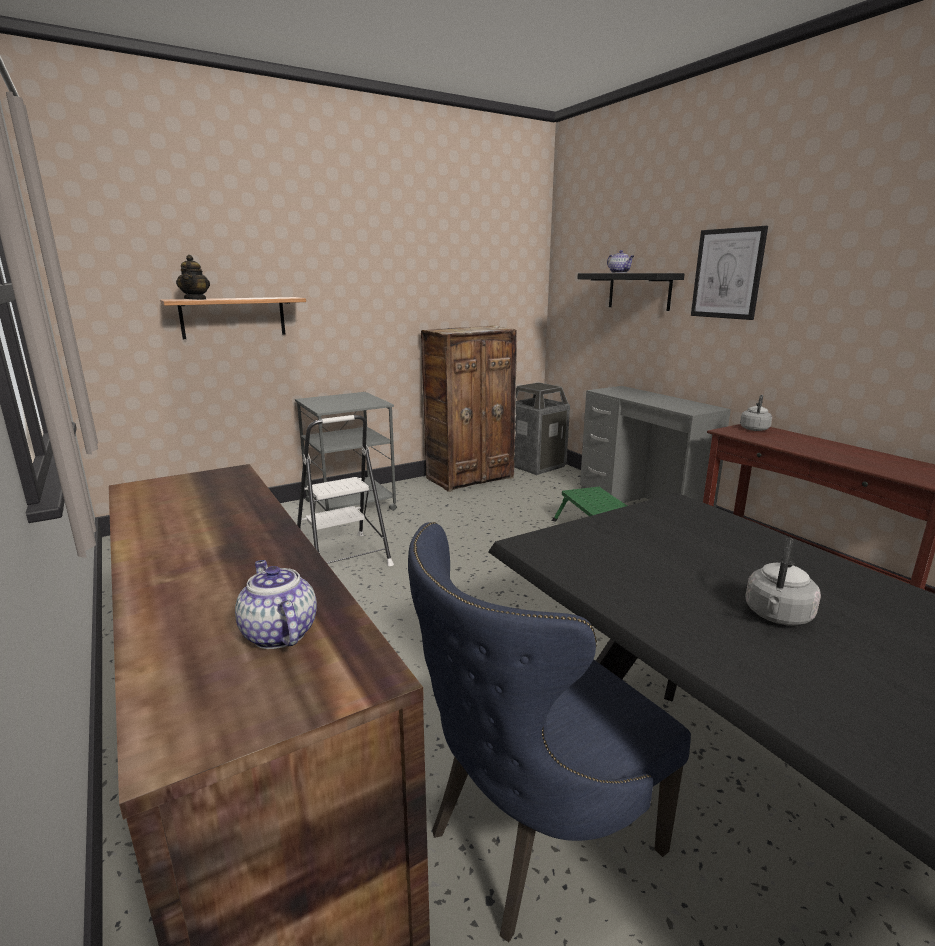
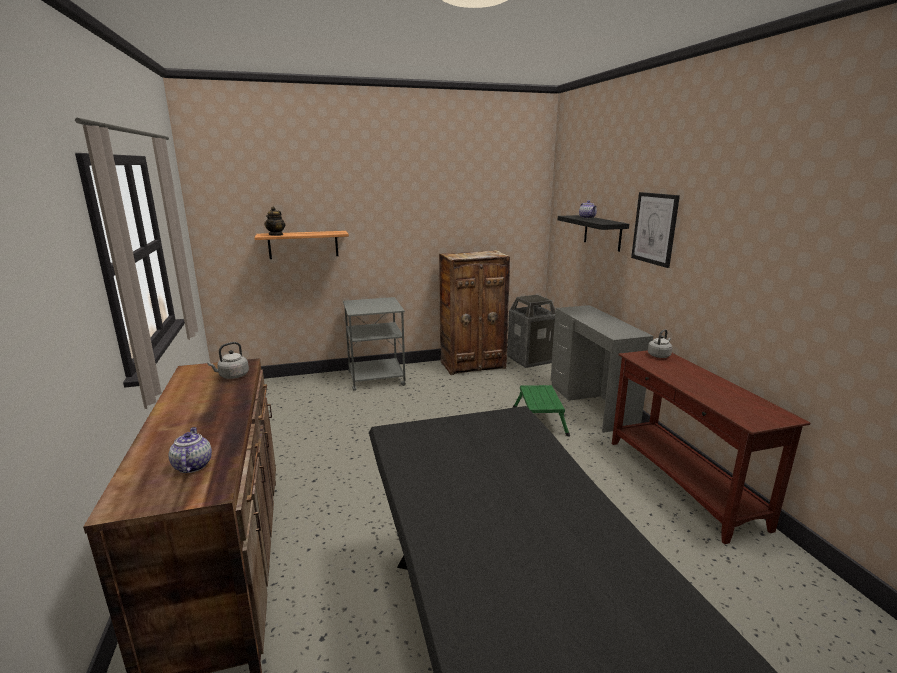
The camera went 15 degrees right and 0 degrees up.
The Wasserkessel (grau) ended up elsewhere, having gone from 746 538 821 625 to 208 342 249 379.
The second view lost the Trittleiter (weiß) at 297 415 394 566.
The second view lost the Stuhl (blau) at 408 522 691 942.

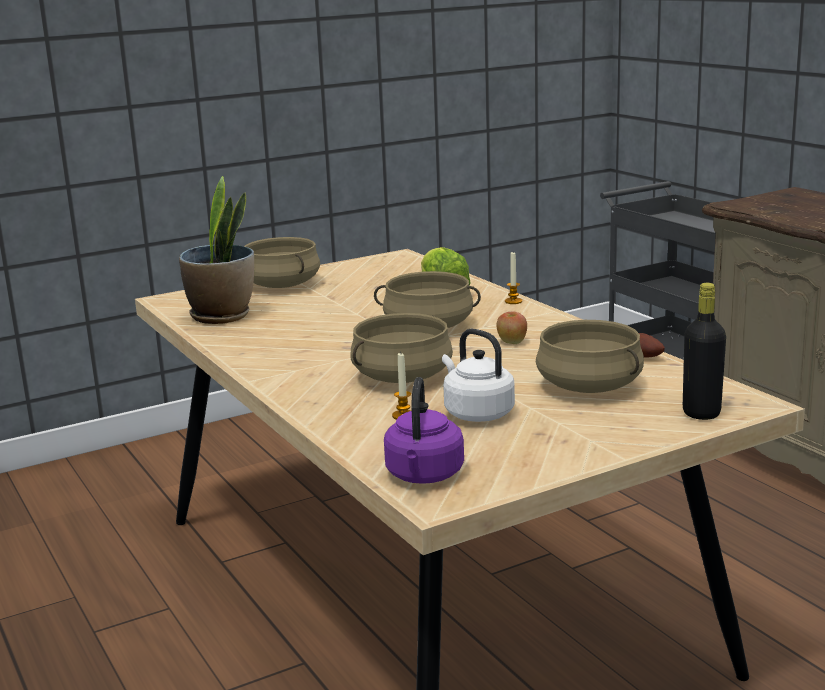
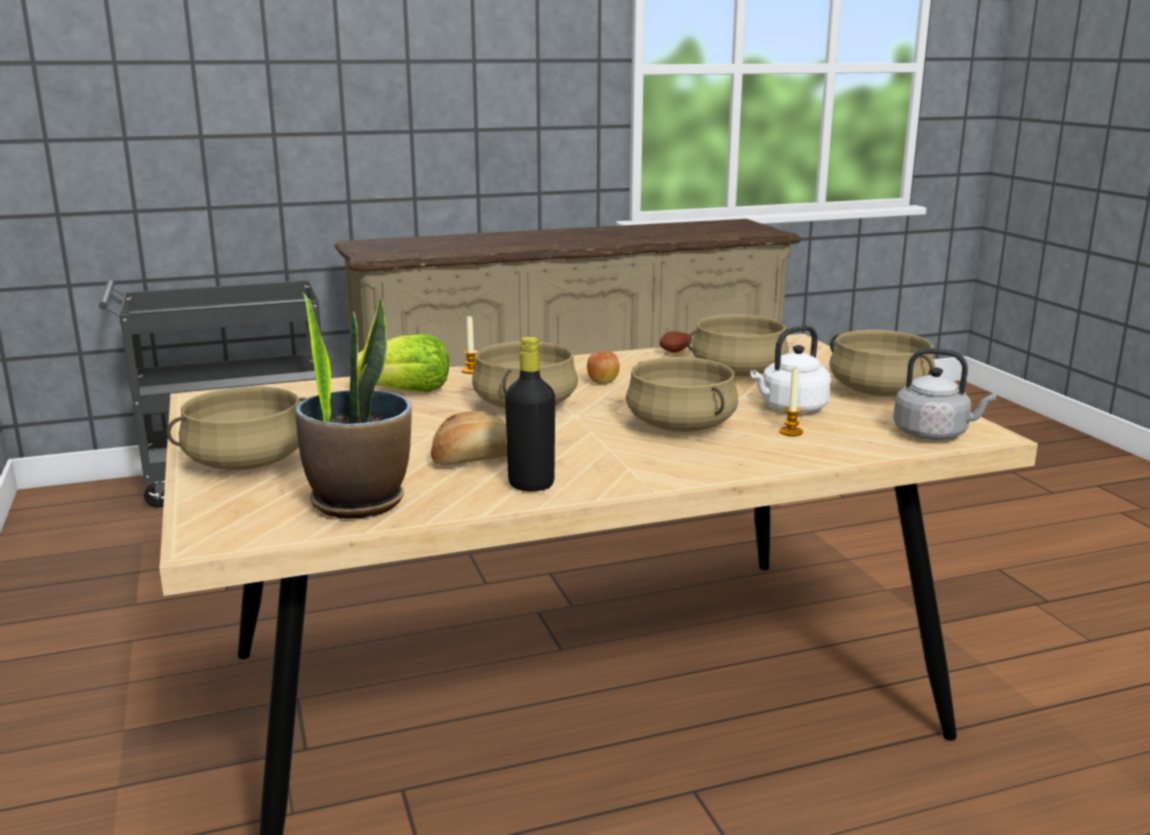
The camera went 80 degrees left and 0 degrees up.
The second view gained the Brot at 431 411 507 466.
The Flasche (schwarz) ended up elsewhere, having gone from 683 283 726 420 to 505 337 555 491.
The second view gained the Kochtopf (beige) at 829 330 935 396.
What was the Wasserkessel (lila) at 384 377 464 484 turned into the Wasserkessel (grau) at 893 348 996 440.

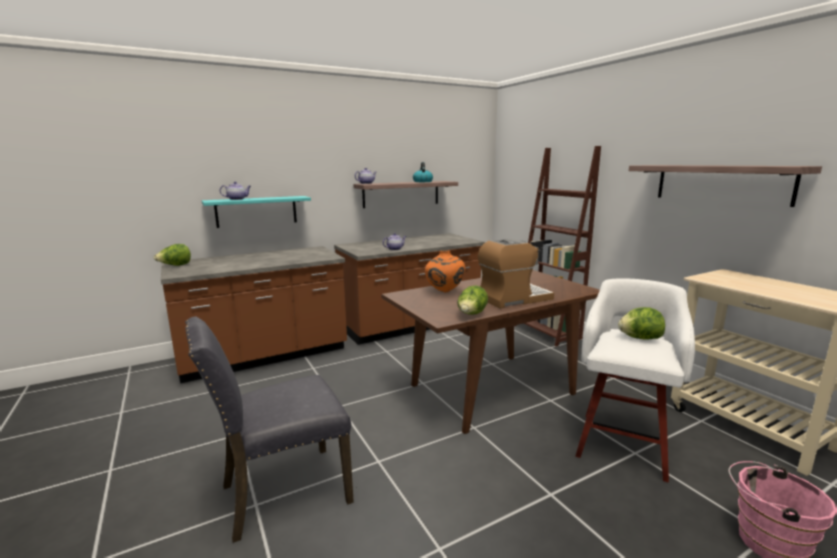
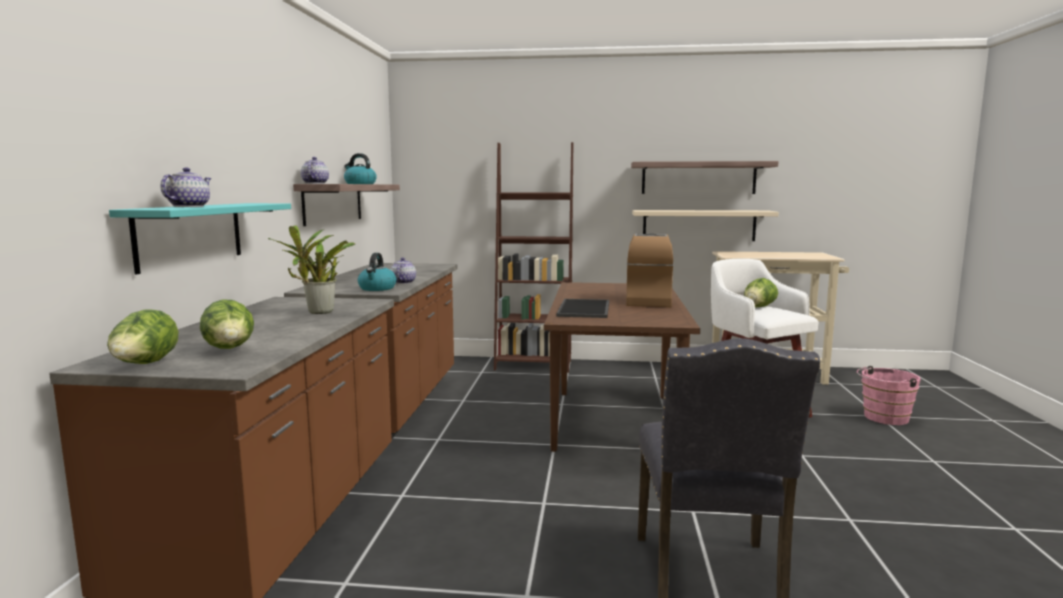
The camera went 55 degrees left and 5 degrees down.
The Salatkopf ended up elsewhere, having gone from 457 286 488 315 to 200 299 254 349.
The second view gained the Topfpflanze at 268 225 355 314.
The second view gained the Wasserkessel at 358 253 397 291.
Where the Vase (orange) stood at 425 250 465 293, the Tablett came to stand at 556 299 609 318.
The second view gained the Wandregal (beige) at 632 210 779 241.

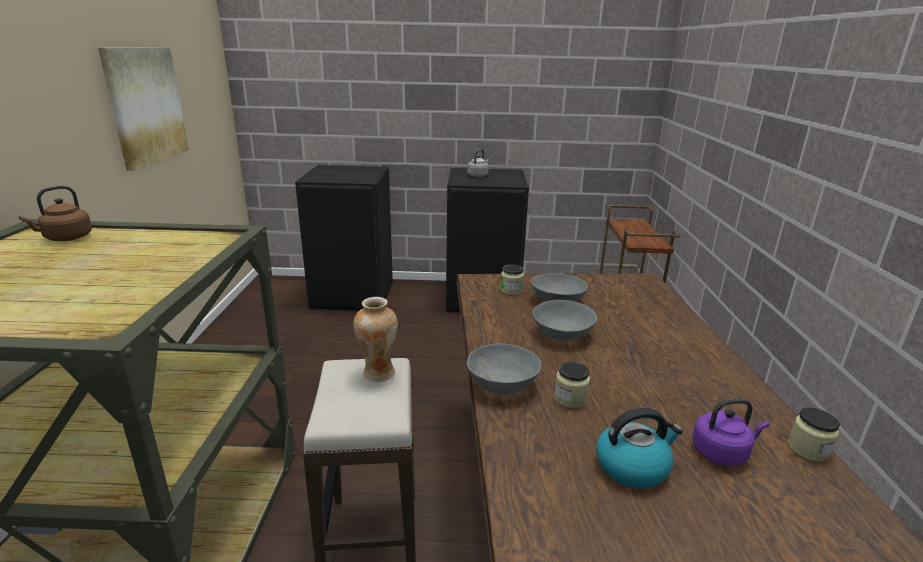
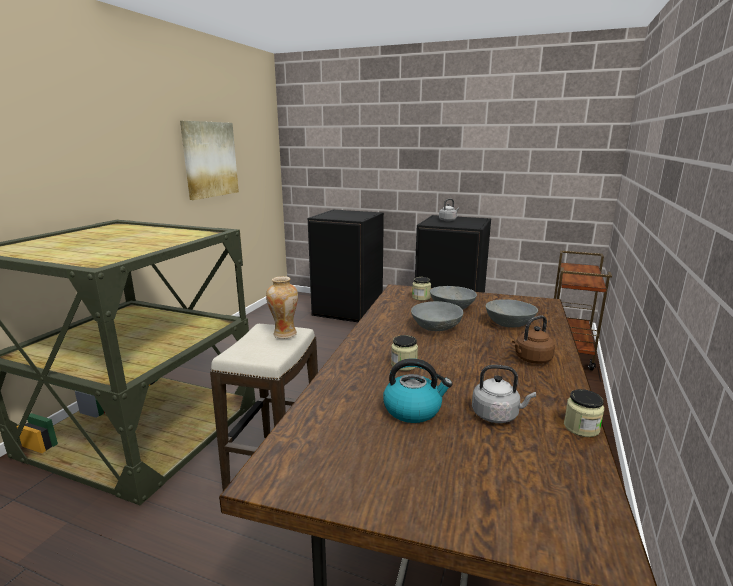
The camera went 20 degrees right and 5 degrees down.
What was the Wasserkessel (lila) at 692 398 770 466 turned into the Wasserkessel (grau) at 472 365 536 423.
The Schüssel (grau) ended up elsewhere, having gone from 467 343 541 394 to 486 299 538 328.
The Wasserkessel (braun) ended up elsewhere, having gone from 19 185 92 241 to 512 316 555 364.

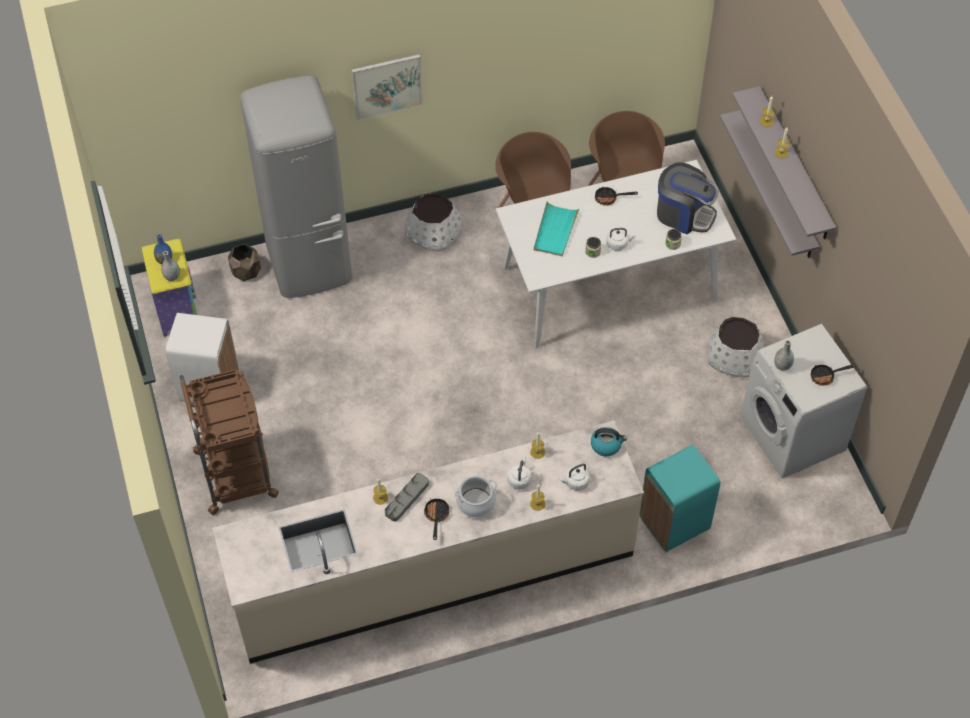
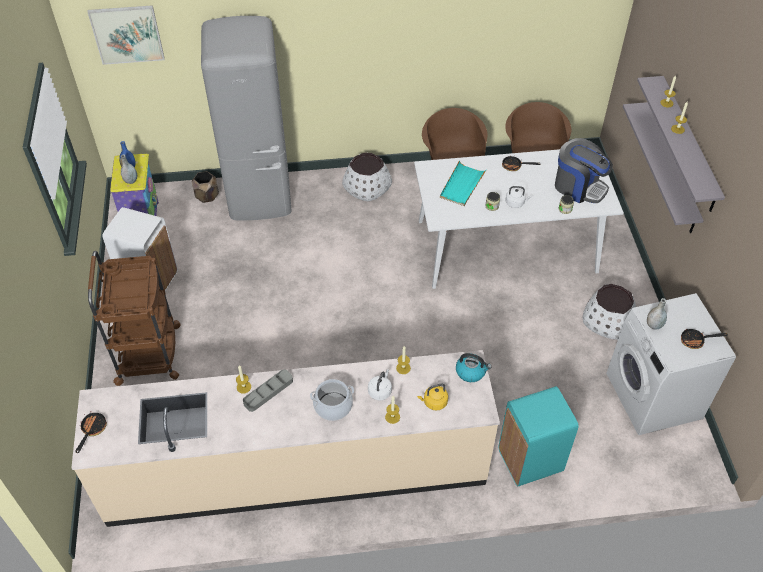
The camera went 10 degrees right and 5 degrees down.
The Pfanne ended up elsewhere, having gone from 424 498 450 540 to 75 413 107 453.
The Bild ended up elsewhere, having gone from 352 54 423 120 to 87 5 165 65.
What was the Wasserkessel (weiß) at 560 463 590 491 turned into the Wasserkessel (gelb) at 417 384 448 410.

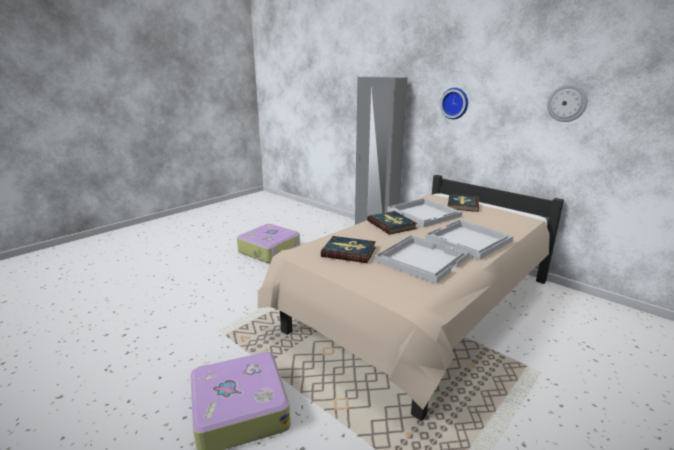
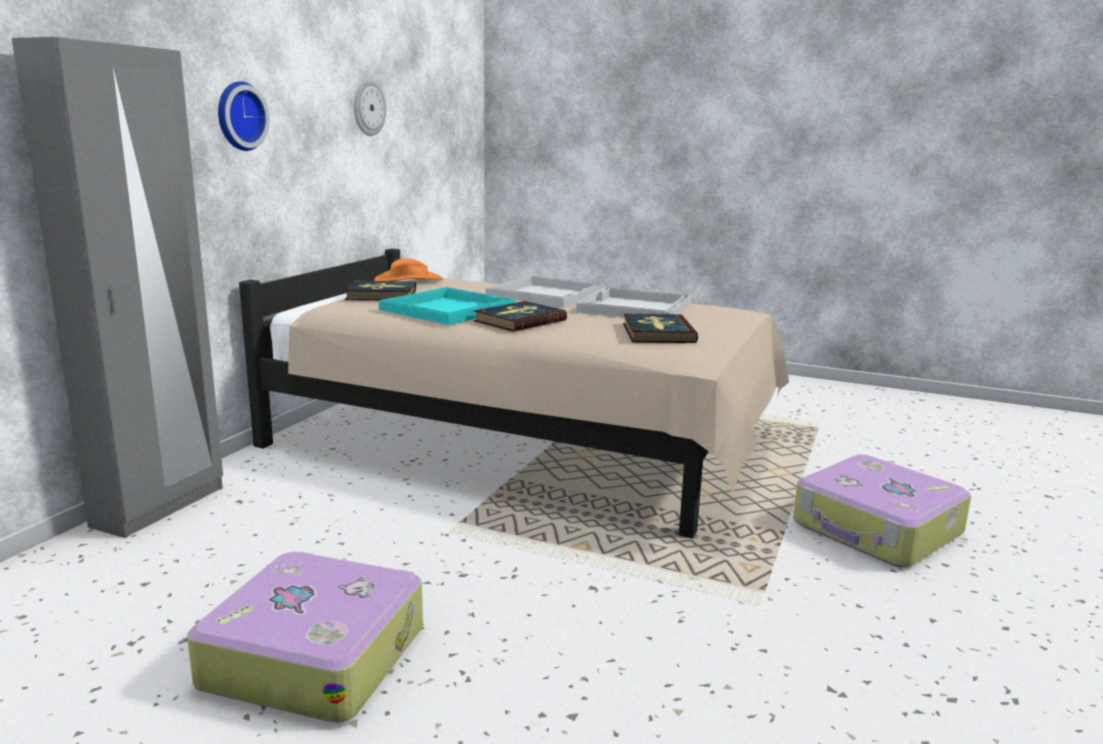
The camera went 110 degrees left and 5 degrees down.
The second view gained the Hut (orange) at 374 258 443 281.
What was the Tablett (weiß) at 387 198 462 227 turned into the Tablett (türkis) at 379 287 515 325.

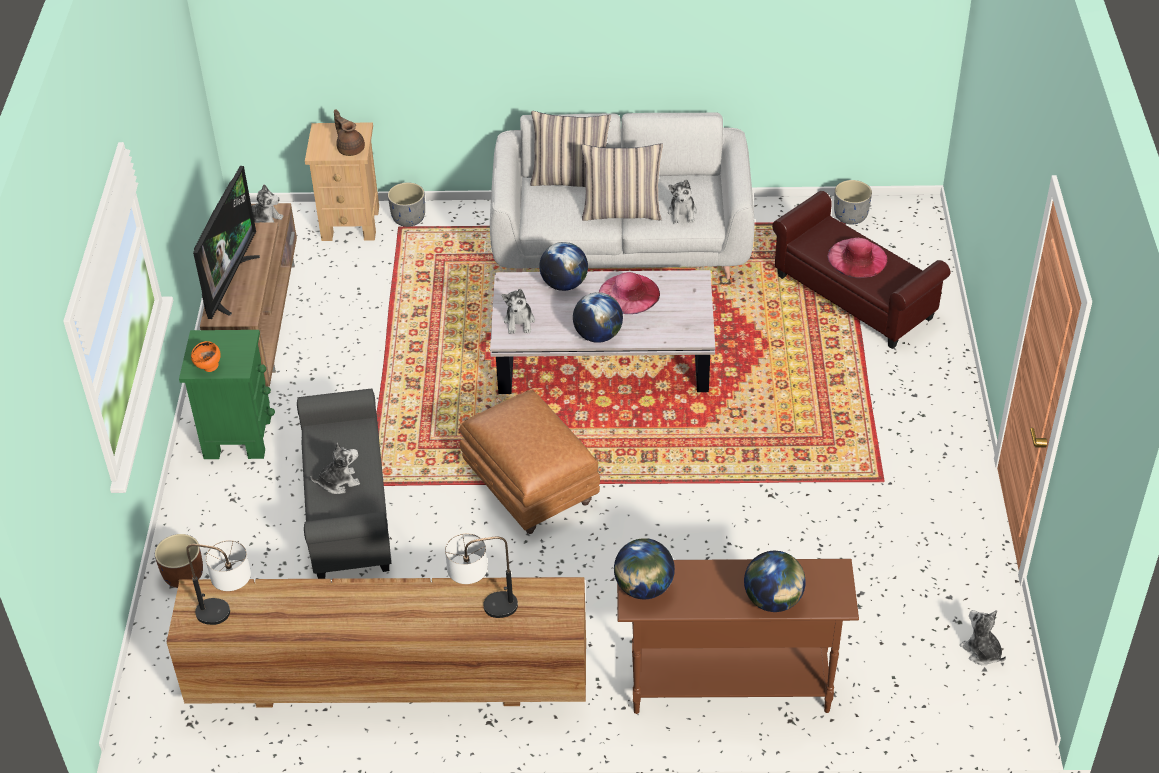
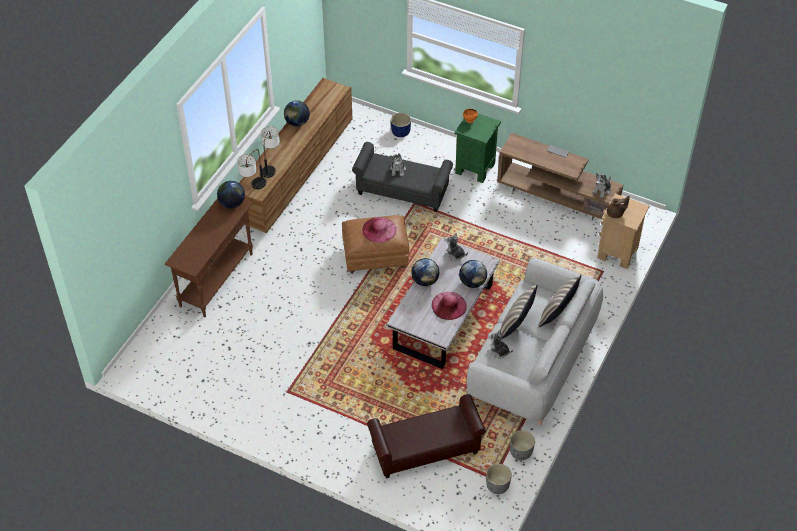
The camera went 115 degrees right and 5 degrees up.
The Tischlampe ended up elsewhere, having gone from 186 540 251 625 to 237 149 266 189.
The Globus ended up elsewhere, having gone from 744 551 806 612 to 284 100 310 126.
The Hut (rosa) ended up elsewhere, having gone from 828 238 888 278 to 362 217 396 243.
What was the Pflanzkübel (braun) at 155 534 203 588 turned into the Pflanzkübel (blau) at 391 113 411 137.
The Pflanzkübel (grau) ended up elsewhere, having gone from 388 182 425 227 to 510 430 535 460.
The second view lost the Fernseher at 193 166 260 319.
The second view lost the Plüschtier at 960 610 1006 665.

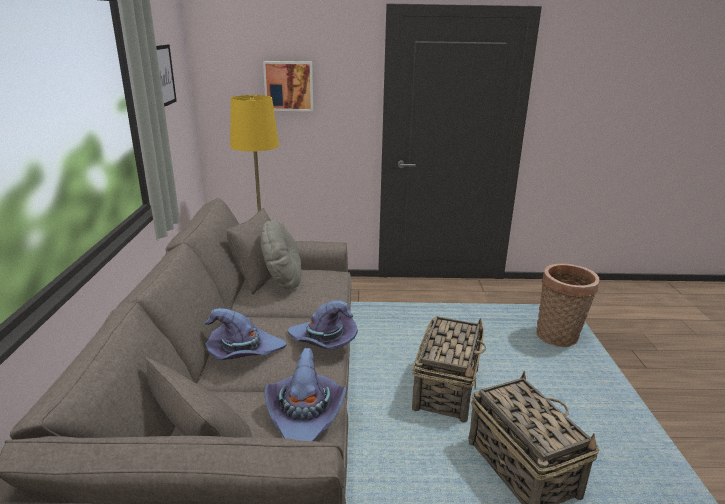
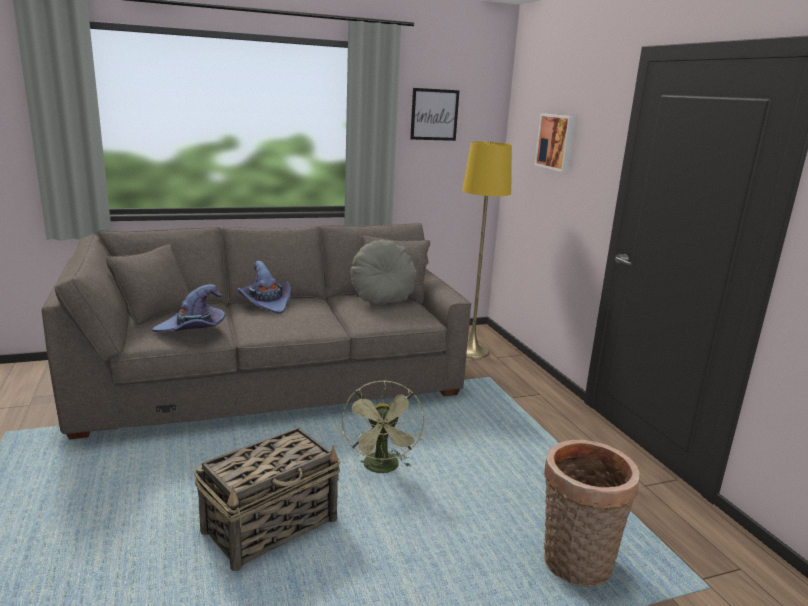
The camera went 70 degrees right and 5 degrees down.
Where the Korb stood at 412 316 486 423, the Ventilator (grün) came to stand at 342 380 424 473.
The second view lost the Hut (lila) at 288 301 358 350.

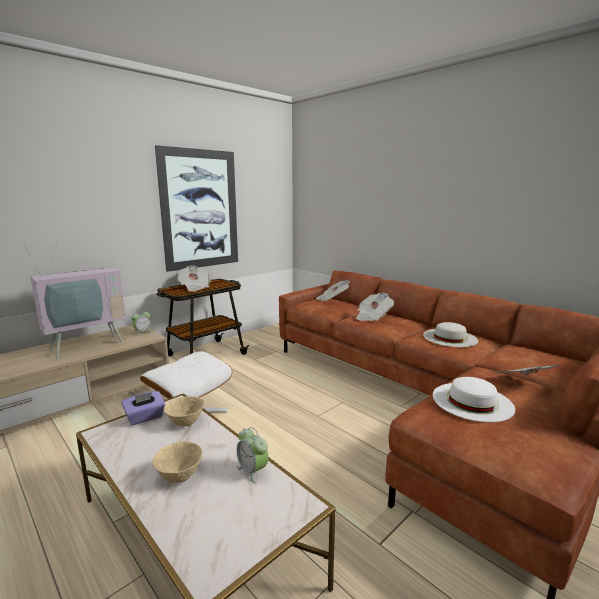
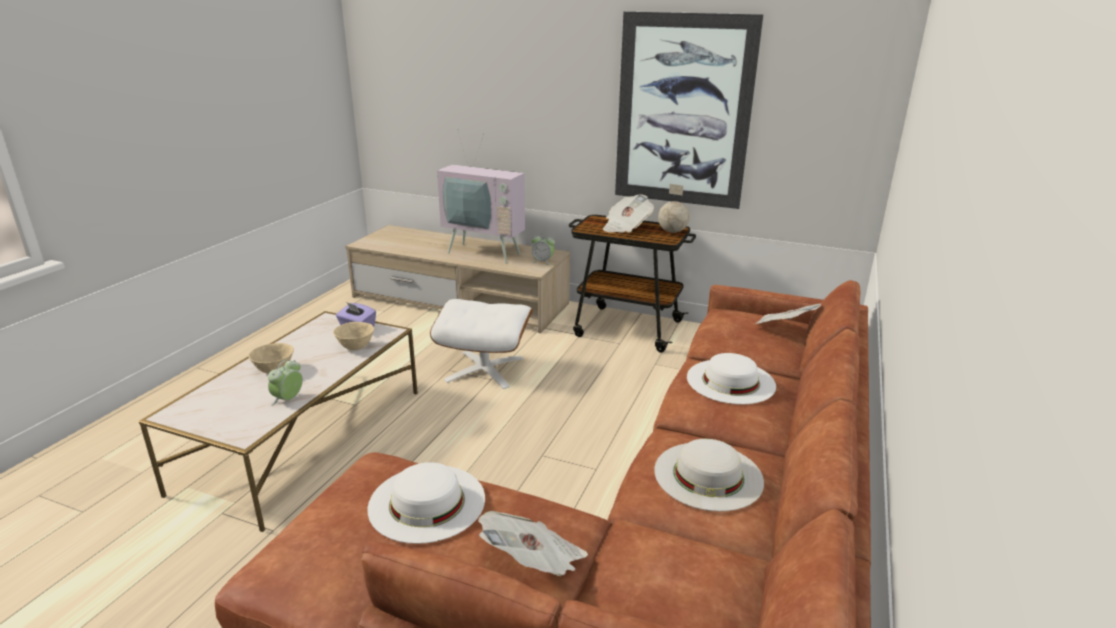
The camera went 65 degrees right and 10 degrees up.
The second view gained the Globus at 658 184 690 233.
Where the Zeitung stood at 356 293 394 321, the Hut (weiß) came to stand at 687 353 776 404.

